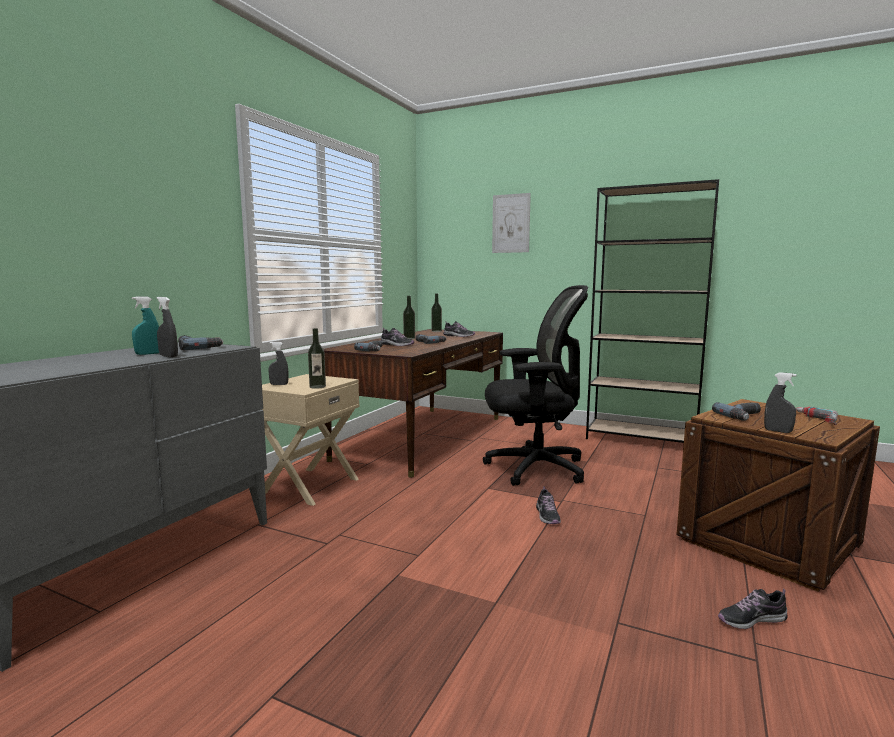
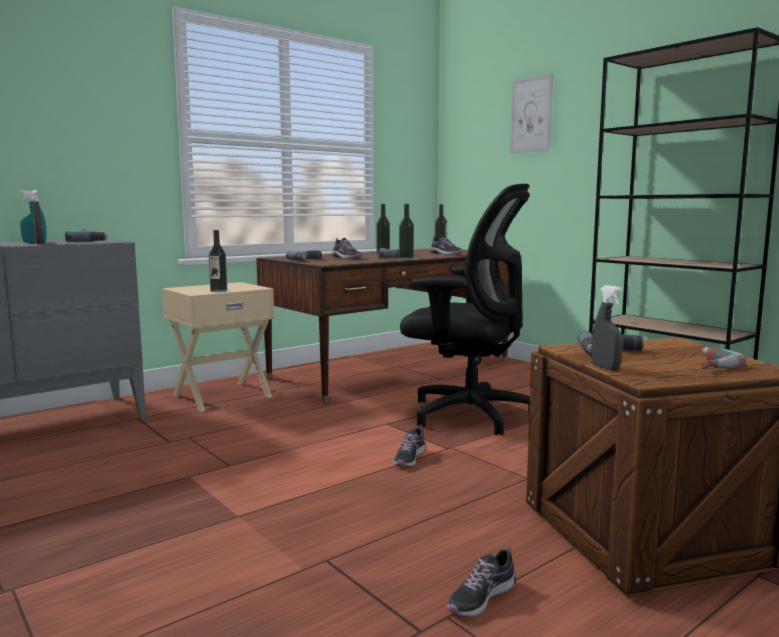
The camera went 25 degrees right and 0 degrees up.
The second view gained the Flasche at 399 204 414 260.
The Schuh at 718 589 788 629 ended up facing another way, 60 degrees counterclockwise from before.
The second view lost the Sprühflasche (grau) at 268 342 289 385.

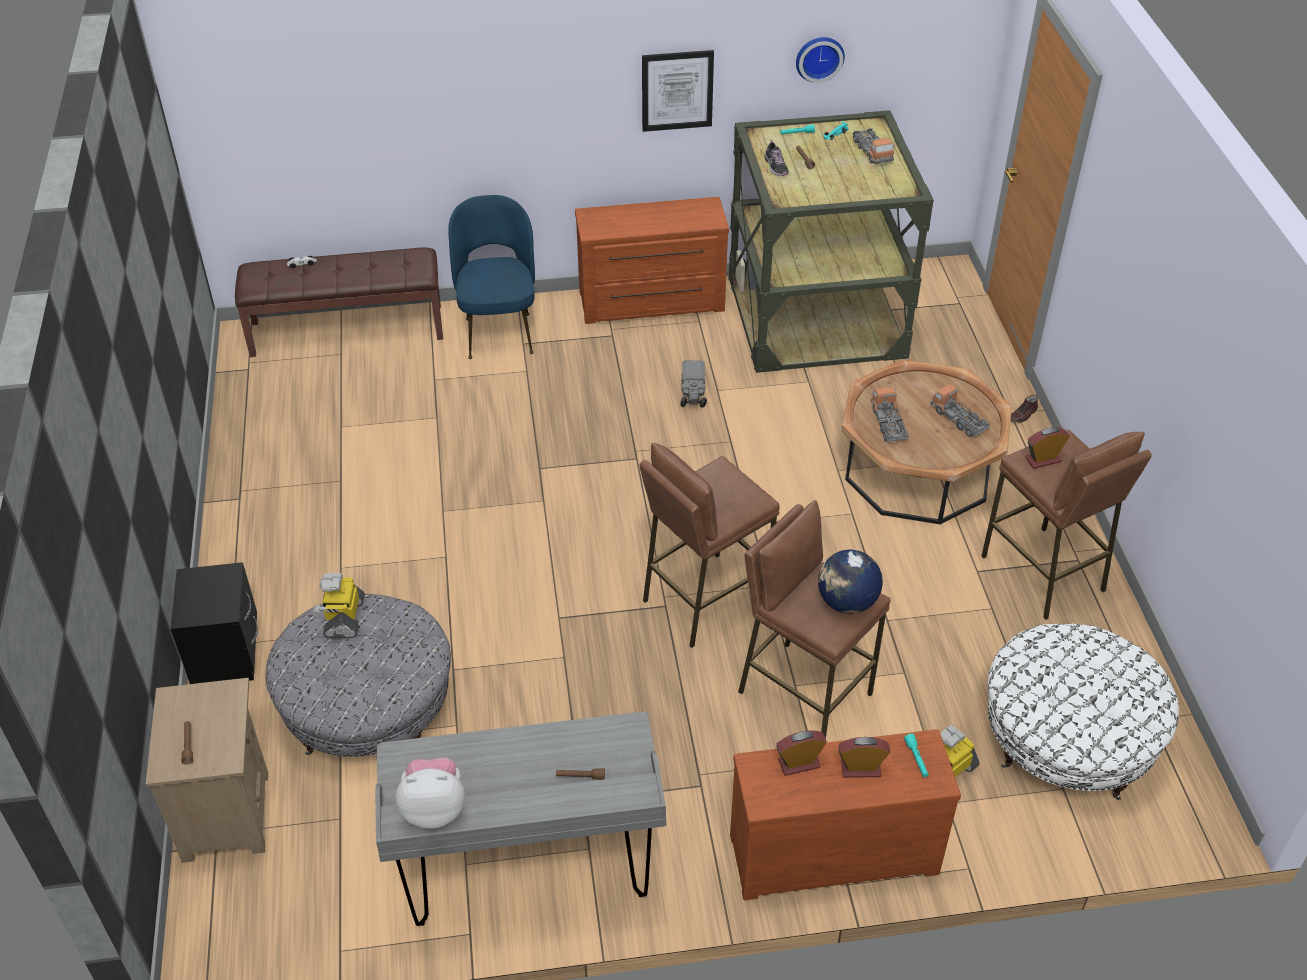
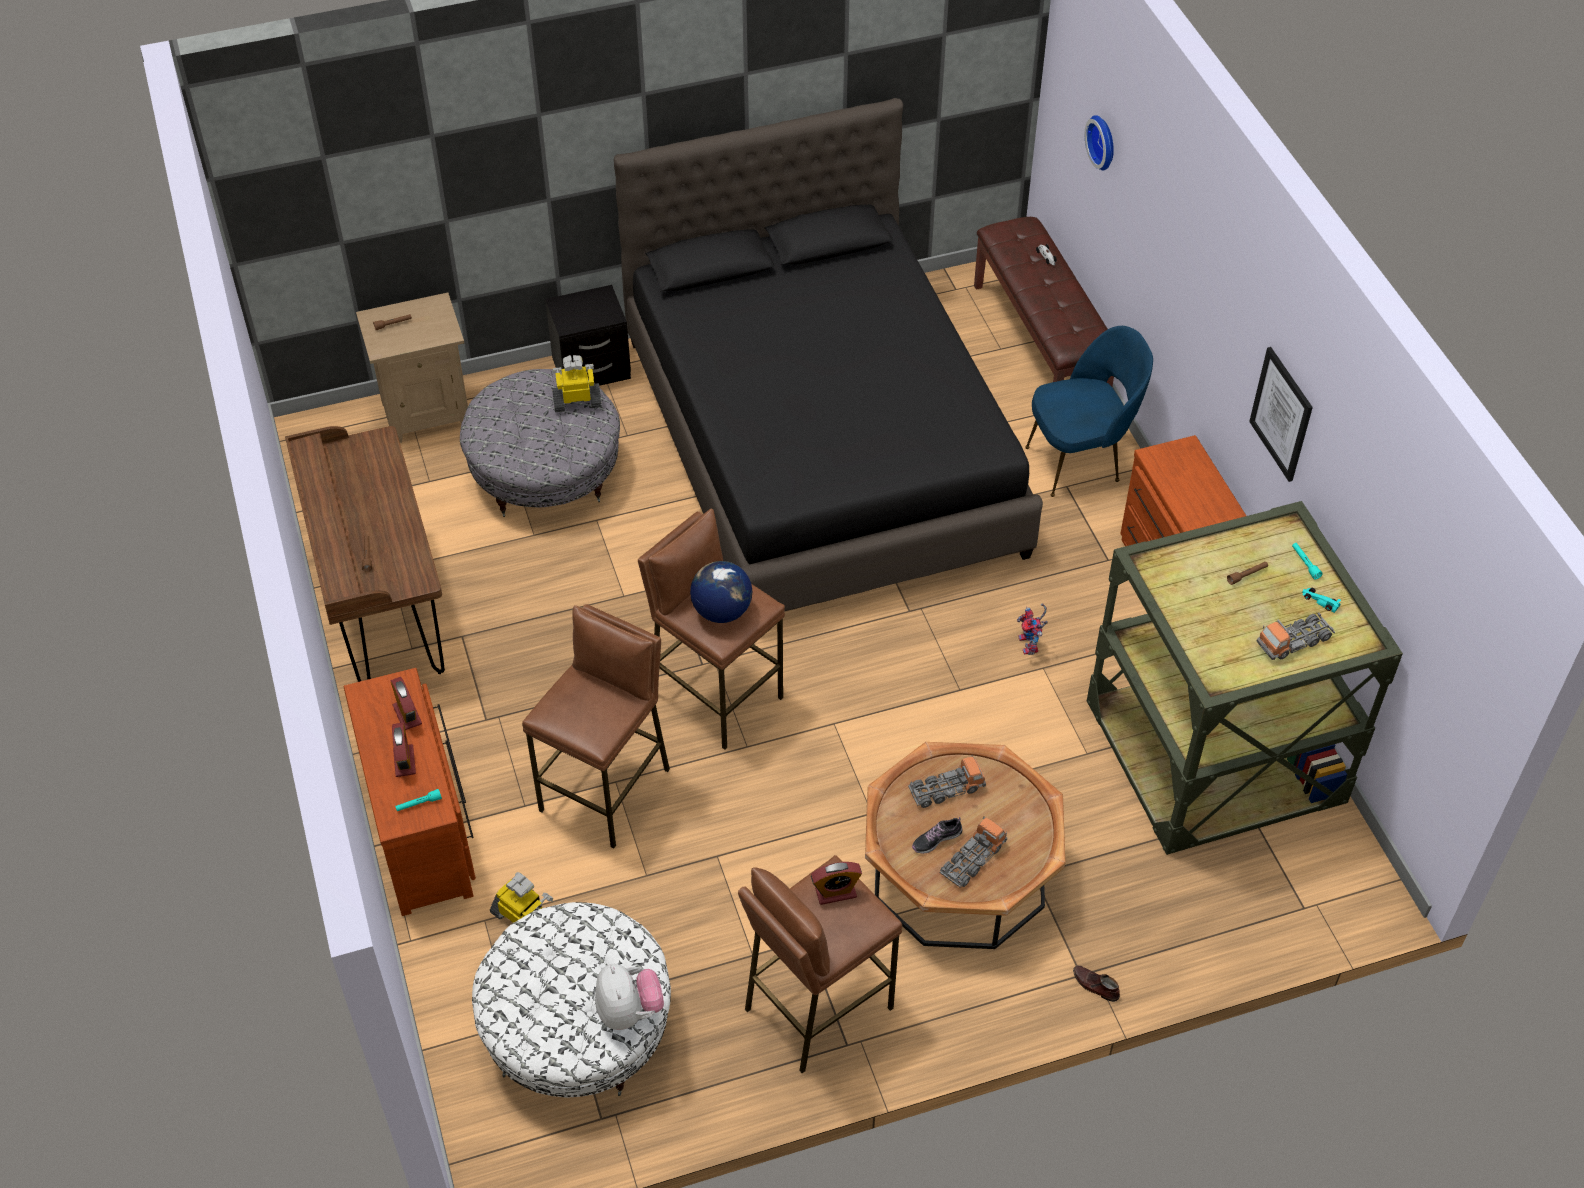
The camera went 80 degrees right and 5 degrees up.
What was the Schreibtisch (grau) at 375 712 666 926 turned into the Schreibtisch (braun) at 285 426 445 682.
The Plüschtier ended up elsewhere, having gone from 395 757 465 829 to 595 964 664 1030.
The second view gained the Bett (schwarz) at 614 98 1043 611.
The Globus ended up elsewhere, having gone from 818 550 883 614 to 690 561 752 623.
The Wecker at 1025 427 1070 469 ended up facing another way, 105 degrees clockwise from before.
The Schuh ended up elsewhere, having gone from 764 140 789 176 to 912 817 962 854.
Where the Spielzeuglaster stood at 680 360 707 408, the Spielzeugroboter came to stand at 1017 603 1048 655.
The Wanduhr ended up elsewhere, having gone from 796 37 845 83 to 1085 115 1114 171.

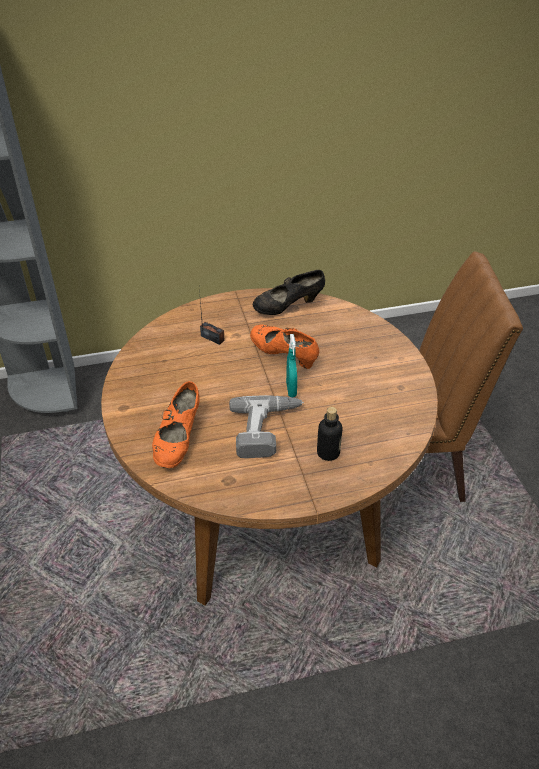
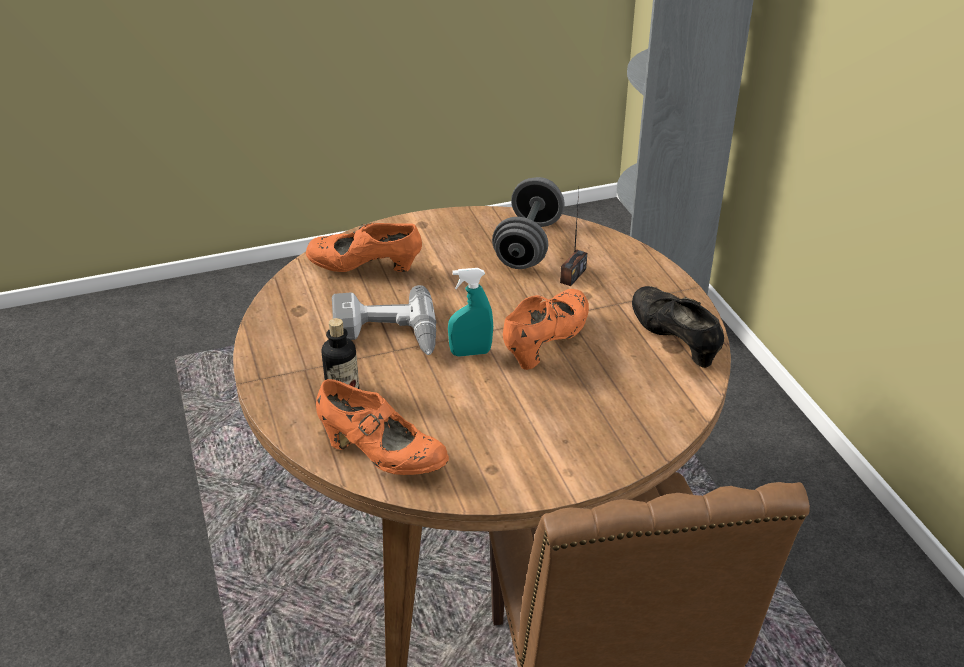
The camera went 85 degrees right and 5 degrees down.
The second view gained the Schuh (orange) at 316 379 449 475.
The second view gained the Hantel (grau) at 492 177 565 269.

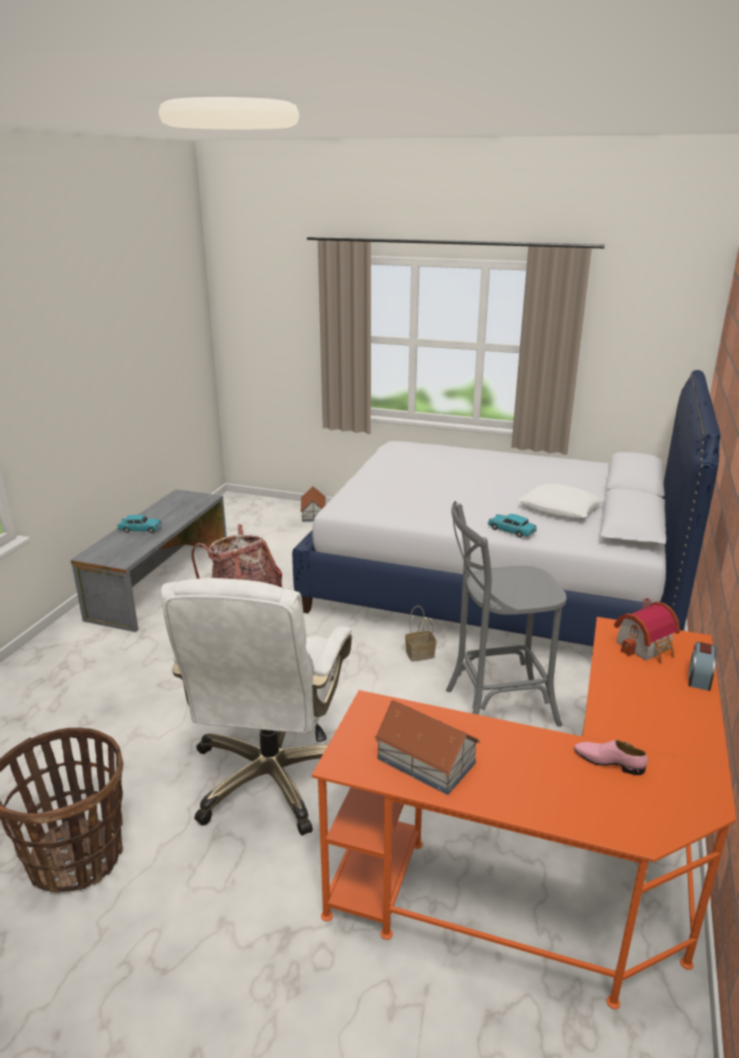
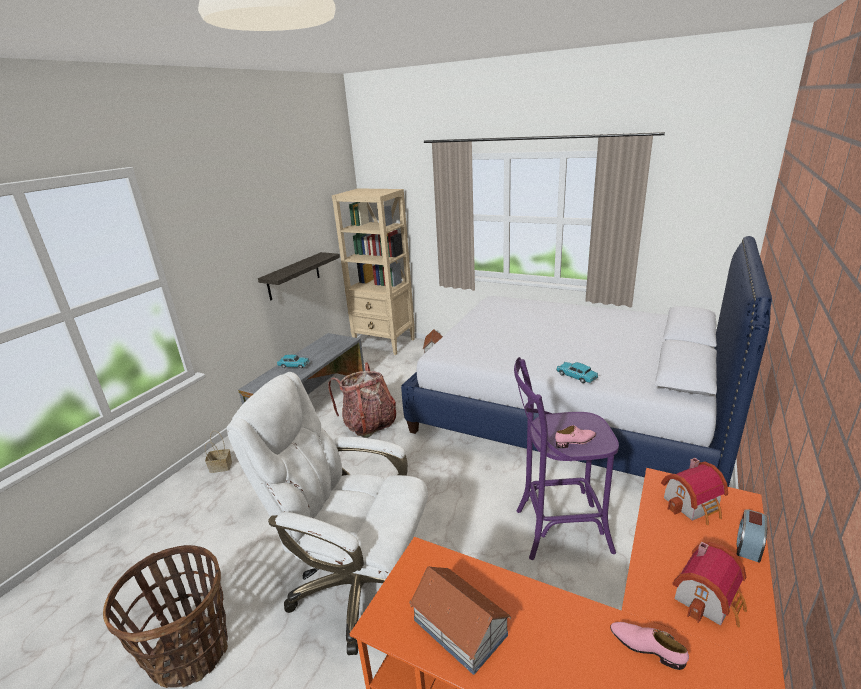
The camera went 10 degrees right and 0 degrees up.
The Korb ended up elsewhere, having gone from 405 606 436 662 to 205 431 232 473.
The Bürostuhl (weiß) at 161 578 352 836 ended up facing another way, 90 degrees clockwise from before.
The second view gained the Wandregal at 258 252 340 301.
The second view gained the Bücherregal (beige) at 332 188 415 355.
What was the Hocker (grau) at 446 501 567 727 turned into the Hocker (lila) at 514 357 619 560.
The second view gained the Schuh (rosa) at 555 425 596 448.
The second view gained the Spielzeughaus at 672 542 747 627.
The second view lost the Kissen (weiß) at 518 484 603 518.

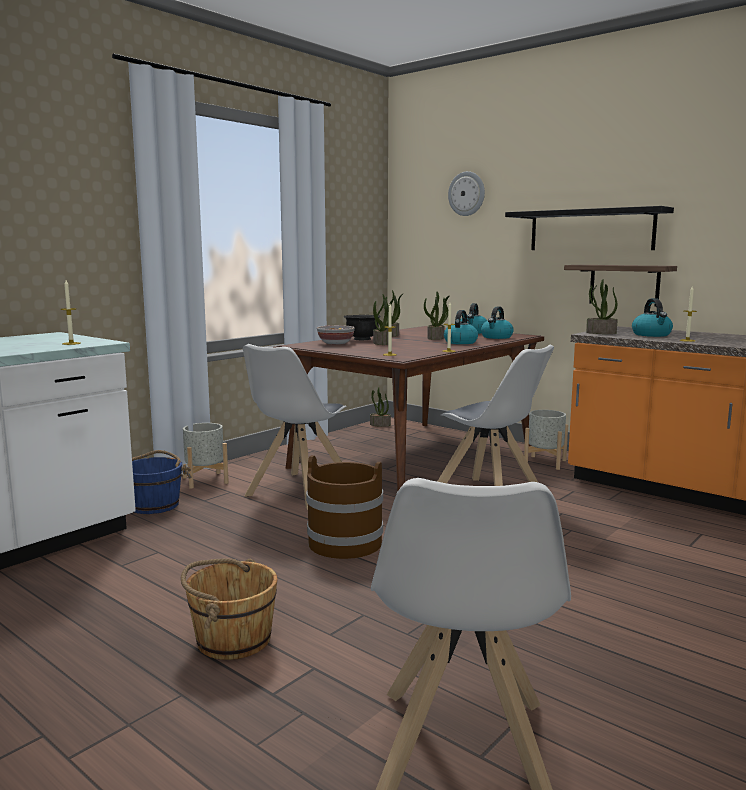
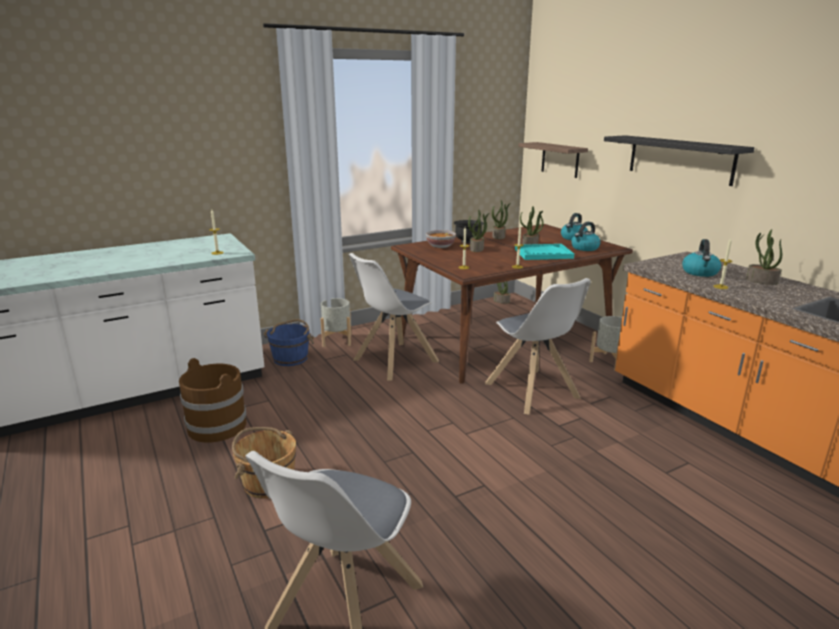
The camera went 20 degrees right and 10 degrees up.
The Eimer (braun) ended up elsewhere, having gone from 306 455 383 559 to 179 358 246 443.
Where the Wasserkessel stood at 444 310 478 344, the Tablett (türkis) came to stand at 515 244 574 260.
The Wandregal ended up elsewhere, having gone from 564 265 677 307 to 518 142 588 178.
The Topfpflanze ended up elsewhere, having gone from 586 279 618 334 to 746 229 782 285.
The second view lost the Wanduhr at 448 171 485 216.

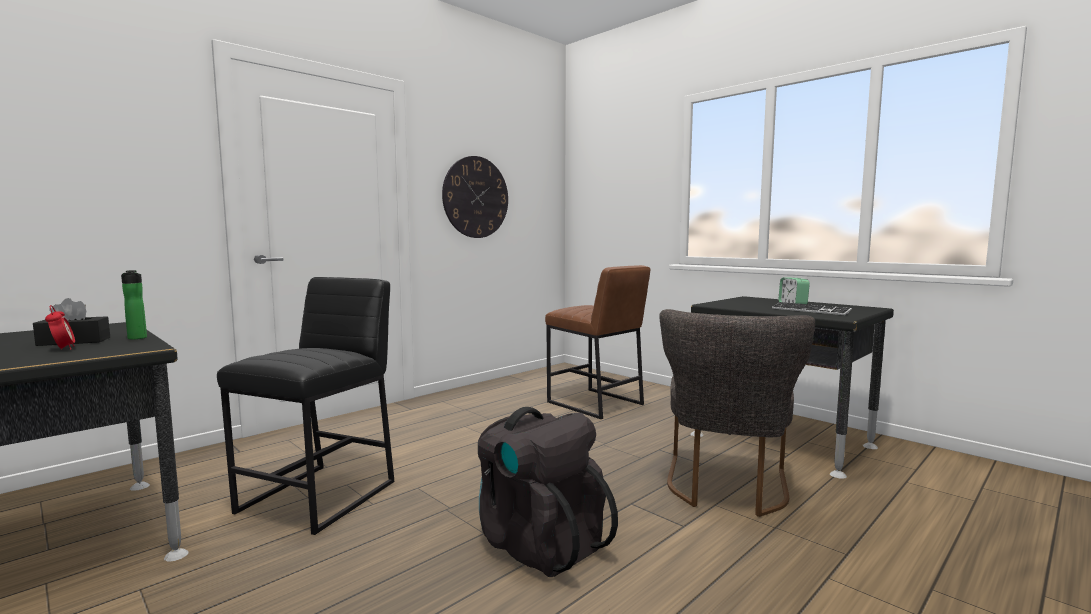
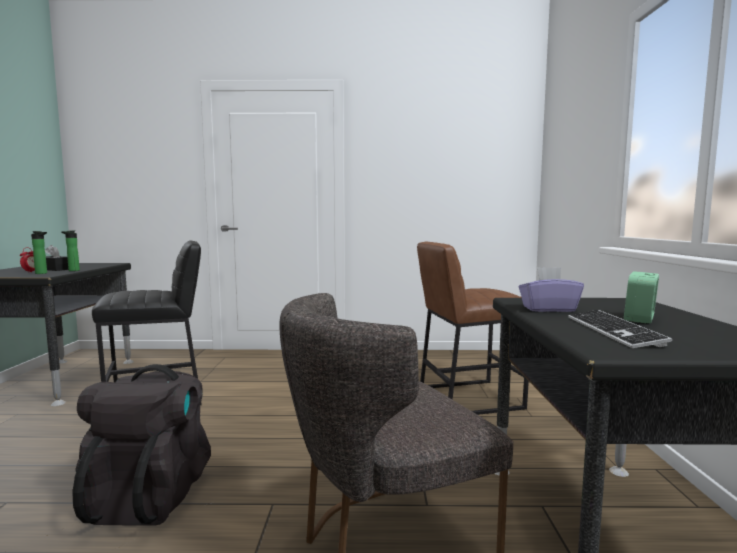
The camera went 45 degrees right and 0 degrees up.
The second view gained the Flasche at 31 231 47 274.
The Stuhl (braun) at 545 265 650 419 ended up facing another way, 75 degrees clockwise from before.
The second view gained the Taschentuchbox (lila) at 519 267 584 312.
The second view lost the Wanduhr at 442 156 508 238.

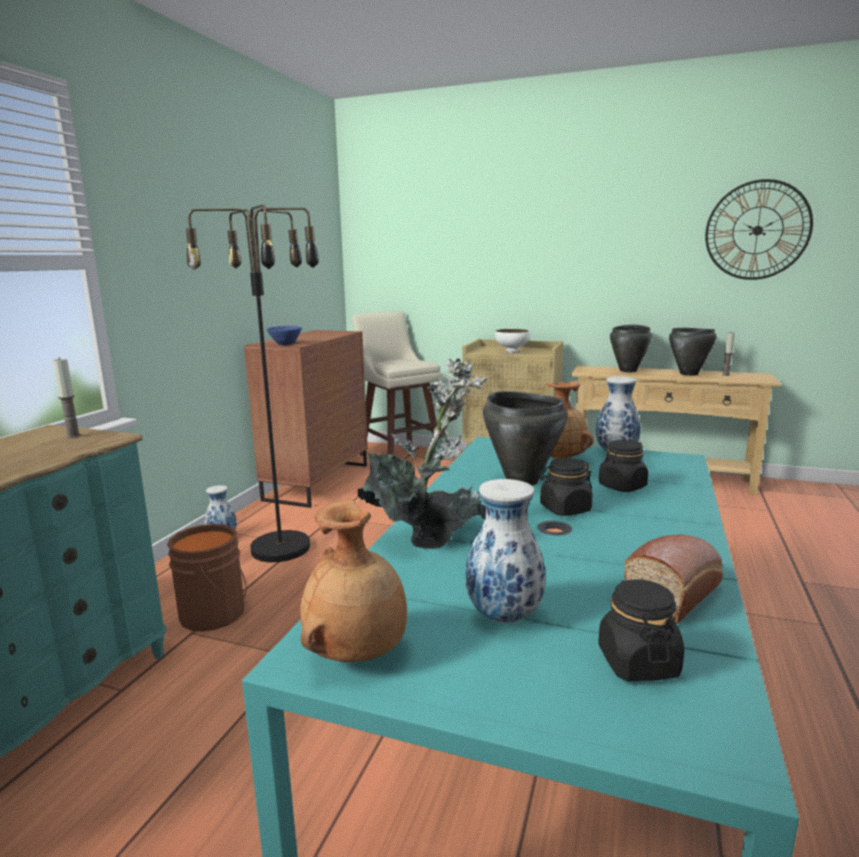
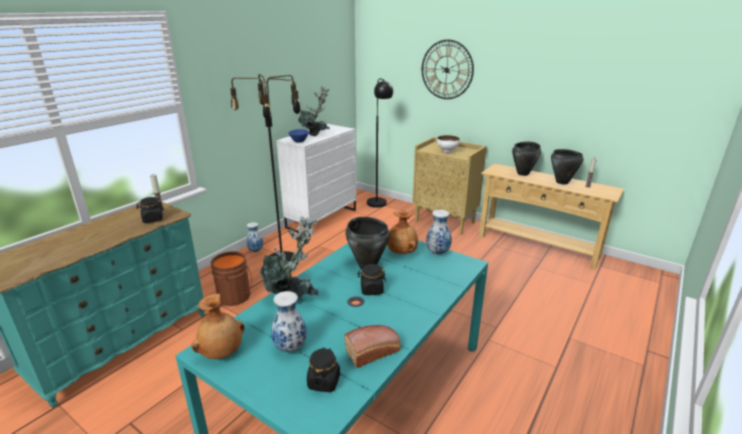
The camera went 15 degrees right and 10 degrees up.
The Vorratsglas (schwarz) ended up elsewhere, having gone from 599 440 648 492 to 136 197 164 223.
What was the Kommode (braun) at 244 330 368 508 turned into the Kommode (weiß) at 276 124 356 237.
The second view gained the Topfpflanze at 298 86 330 136.
Where the Hocker (beige) stood at 352 311 443 460, the Stehlampe (schwarz) came to stand at 367 78 393 208.
The Wanduhr ended up elsewhere, having gone from 705 179 813 280 to 422 40 474 99.

